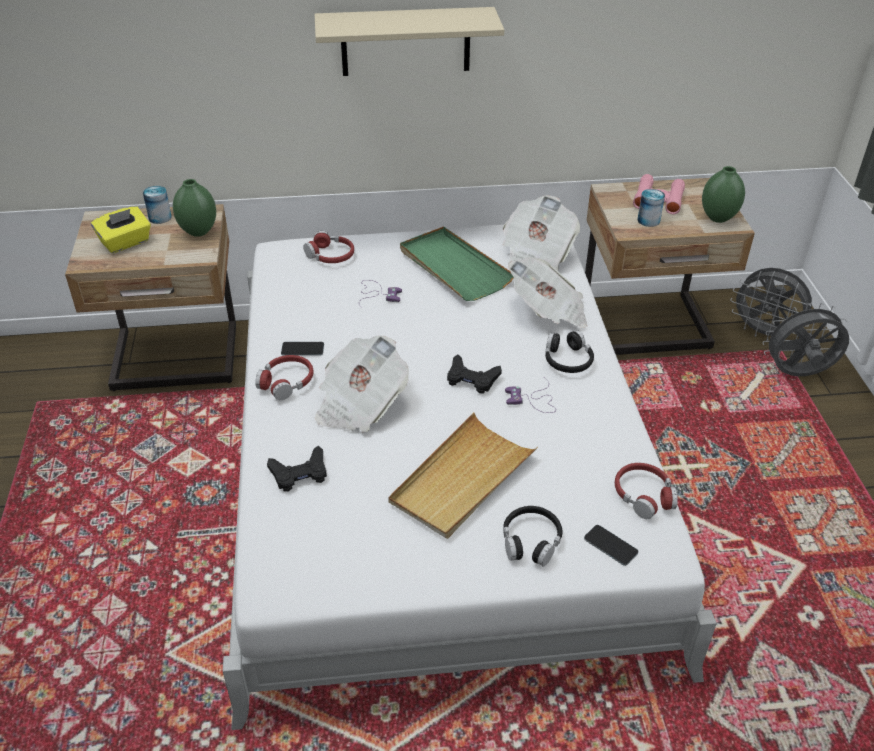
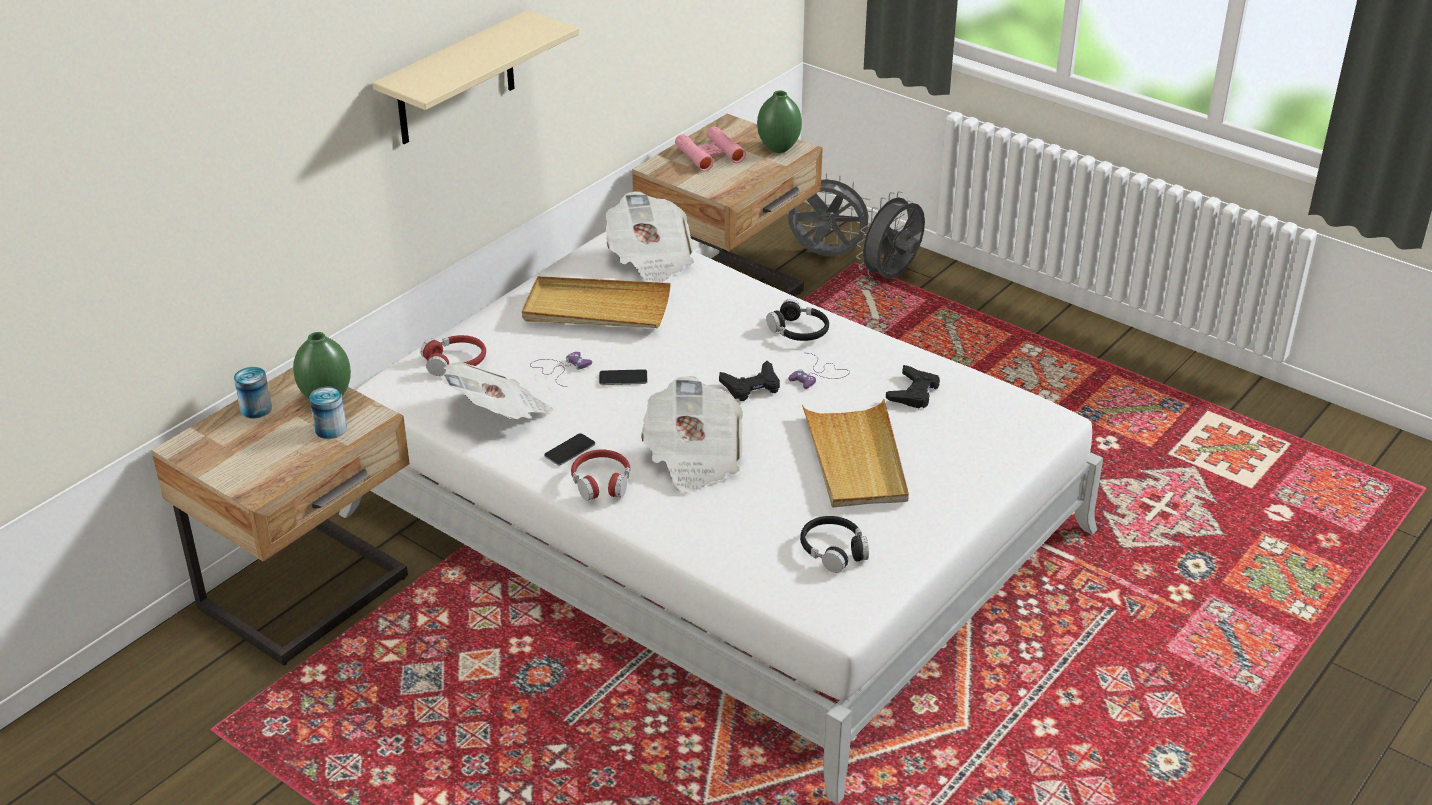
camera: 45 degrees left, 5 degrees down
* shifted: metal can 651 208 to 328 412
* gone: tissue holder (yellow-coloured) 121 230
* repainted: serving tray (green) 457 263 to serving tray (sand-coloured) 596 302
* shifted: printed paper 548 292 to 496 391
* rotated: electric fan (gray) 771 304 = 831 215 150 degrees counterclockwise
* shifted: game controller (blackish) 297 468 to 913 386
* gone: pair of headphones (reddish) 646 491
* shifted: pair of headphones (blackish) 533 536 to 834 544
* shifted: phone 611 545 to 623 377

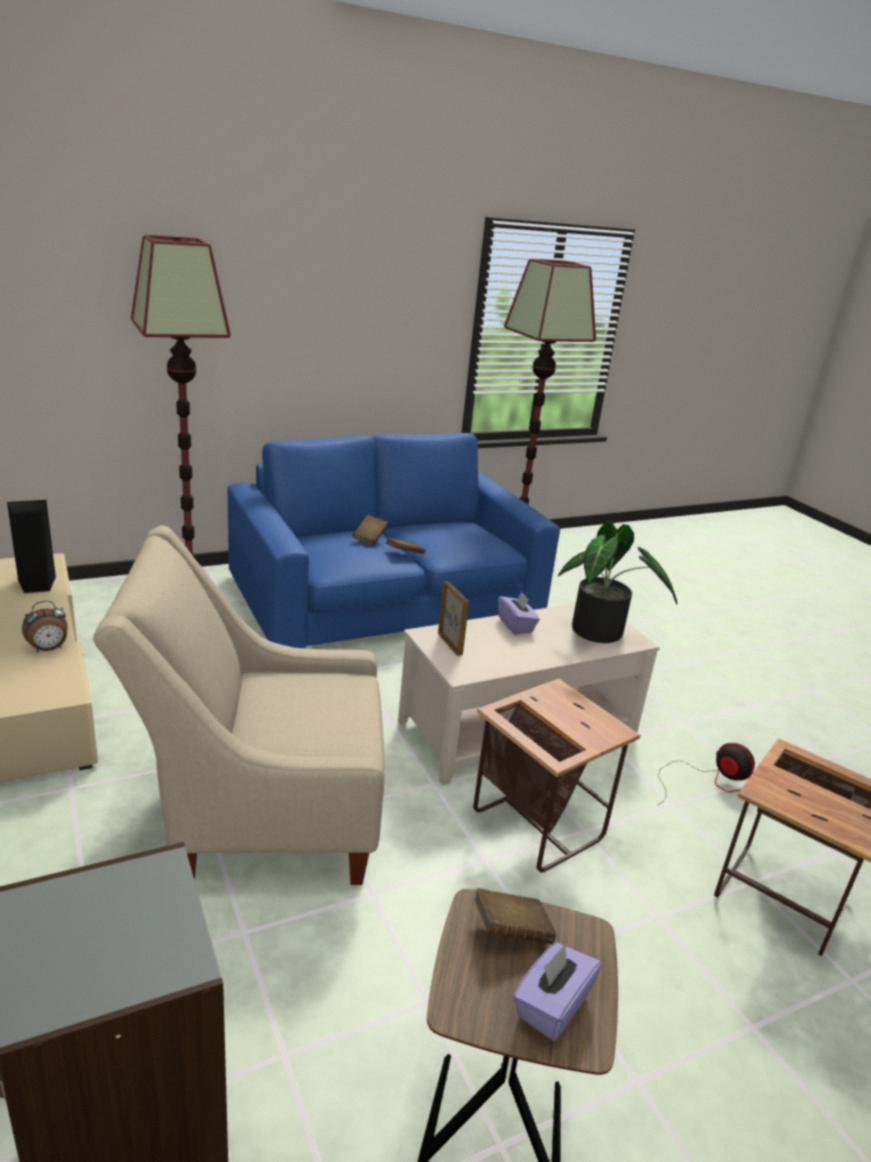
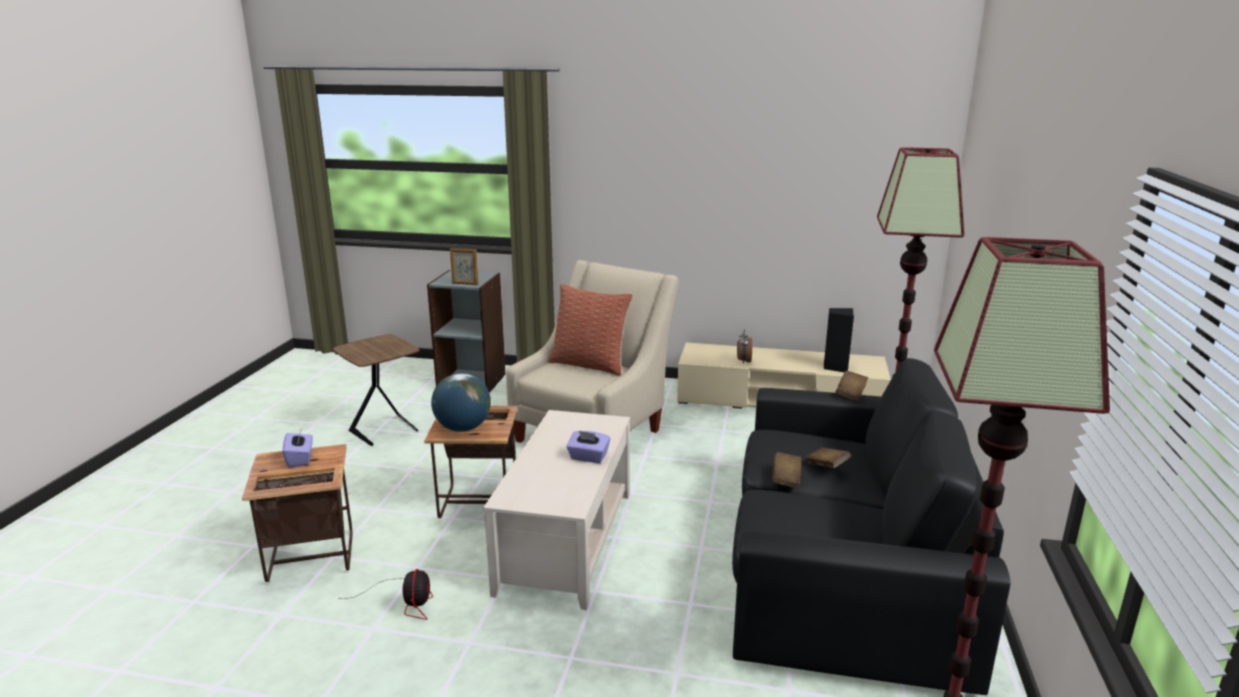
camera: 130 degrees right, 5 degrees down
* repainted: couch (bluish) 394 540 to couch (blackish) 871 526
* gone: potted plant 617 582
* shifted: standing frame 453 618 to 464 266
* rotated: electric fan 706 774 = 387 594 90 degrees counterclockwise
* shifted: book (brown) 514 916 to 852 386
* shifted: tissue holder (purple-coloured) 557 992 to 297 447
* new: cushion 590 330
* new: desk globe 461 402

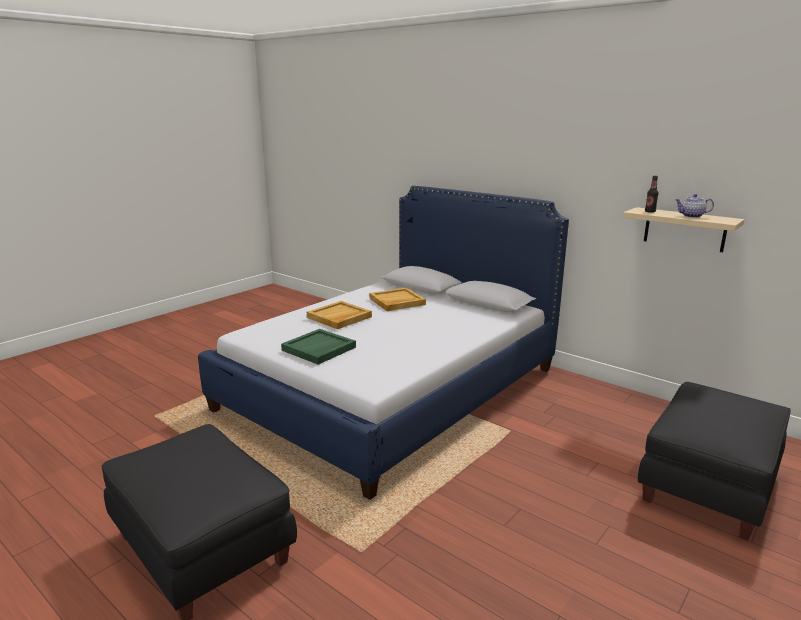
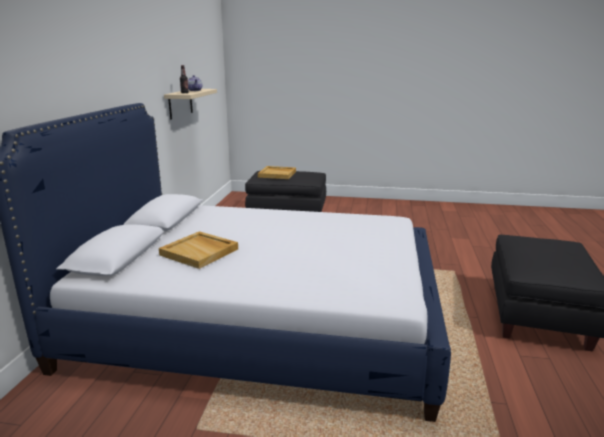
camera: 120 degrees left, 0 degrees up
* shifted: serving tray (sand-coloured) 339 315 to 277 172
* gone: serving tray (green) 318 347

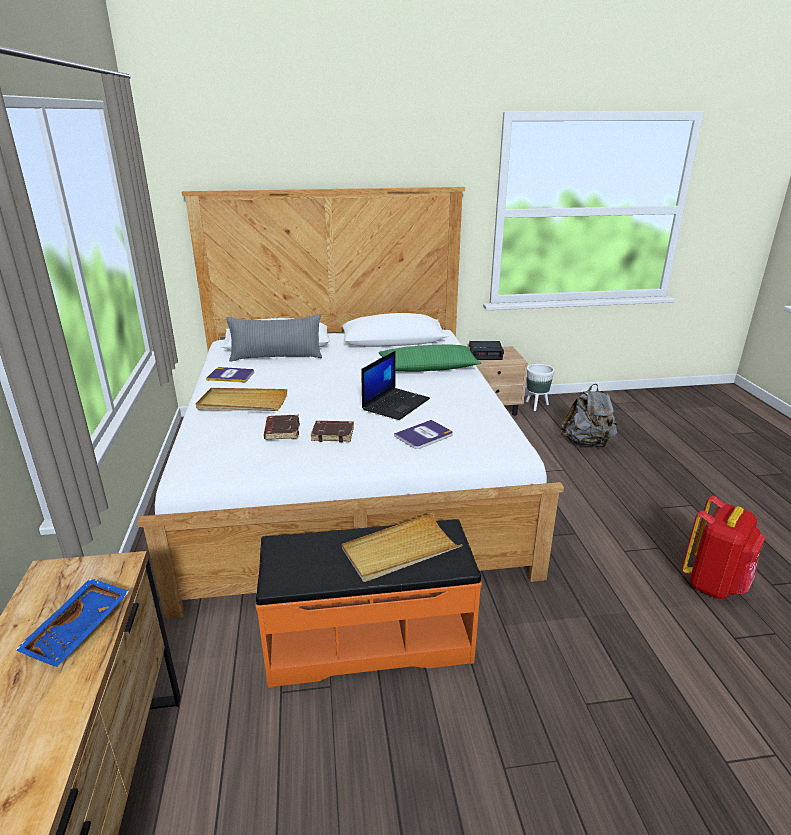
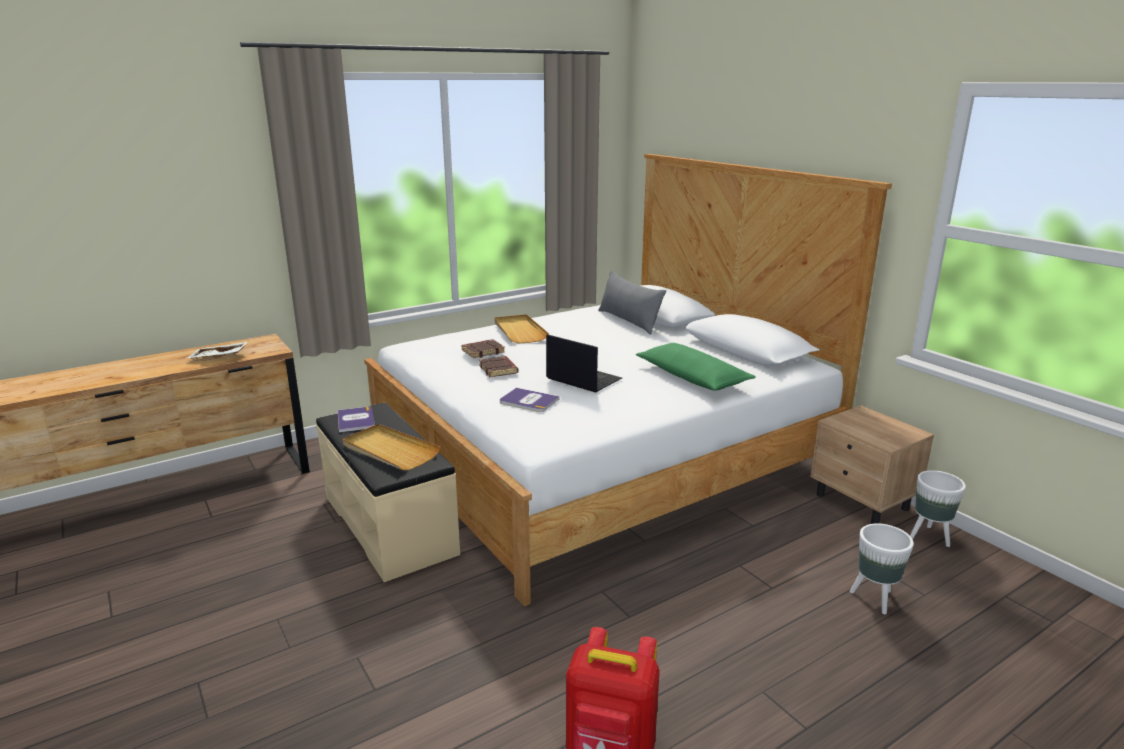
camera: 65 degrees right, 5 degrees down
* gone: bedside clock 486 350
* rotated: portable computer 395 385 = 584 363 150 degrees counterclockwise
* shifted: book 230 375 to 356 420
* swapped: backpack (gray) 589 416 to planter (whitish) 882 568
* repainted: indoor bench (orange-coloured) 369 603 to indoor bench (sand-coloured) 388 492
* repainted: serving tray (bluish) 72 622 to serving tray (whitish) 217 350

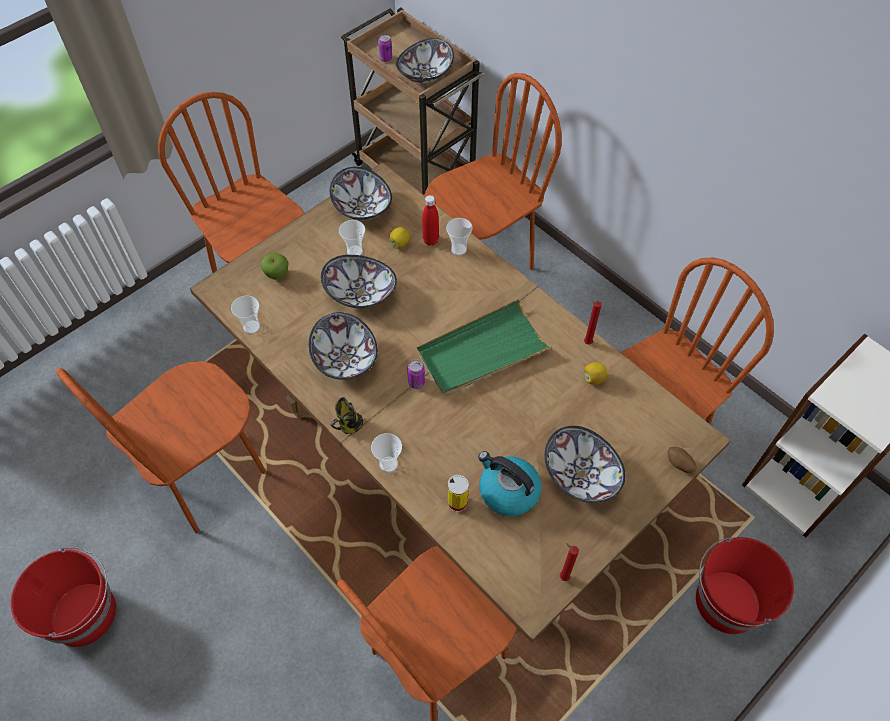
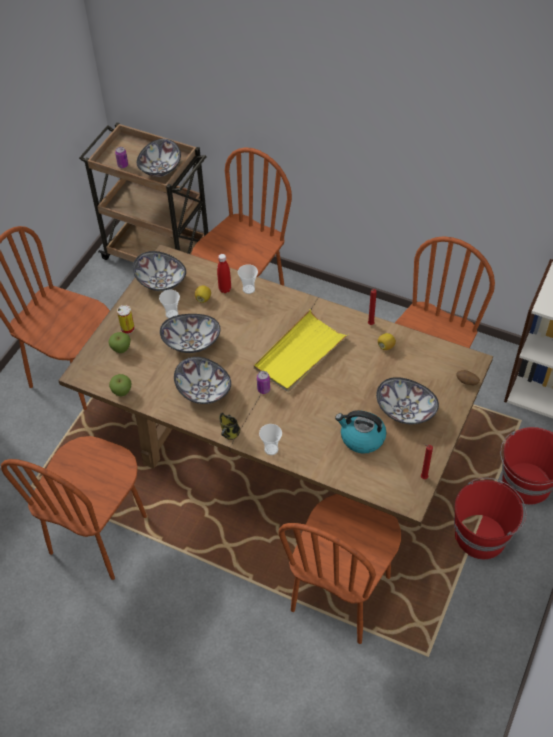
camera: 20 degrees left, 5 degrees down
* swapped: small cup 245 314 to apple 120 385
* repainted: serving tray (green) 484 347 to serving tray (yellow-coloured) 301 350
* shifted: metal can 458 493 to 126 320
* shifted: bucket (reddish) 63 597 to 490 518

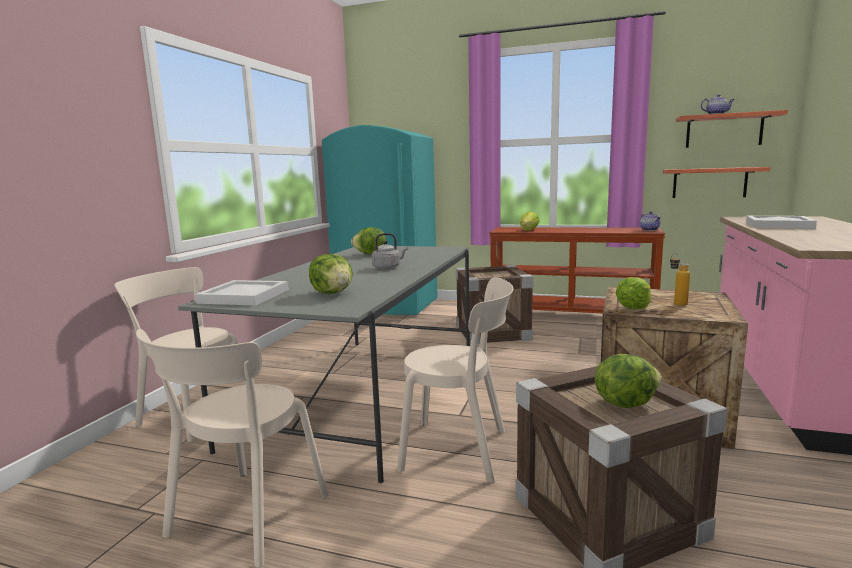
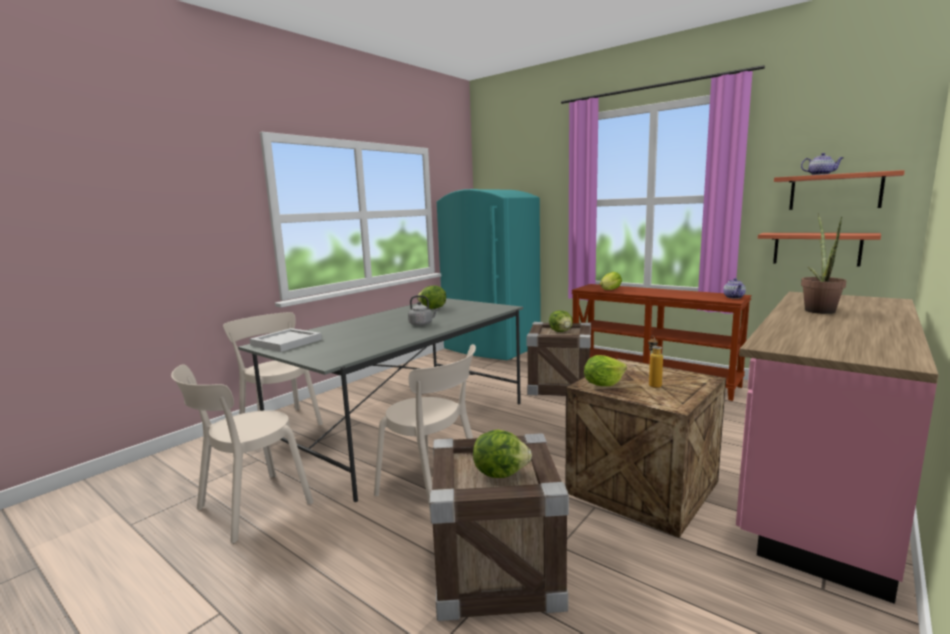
camera: 20 degrees right, 0 degrees up
* swapped: serving tray (whitish) 781 222 to potted plant 823 263
* shifted: lettuce head 331 274 to 561 321

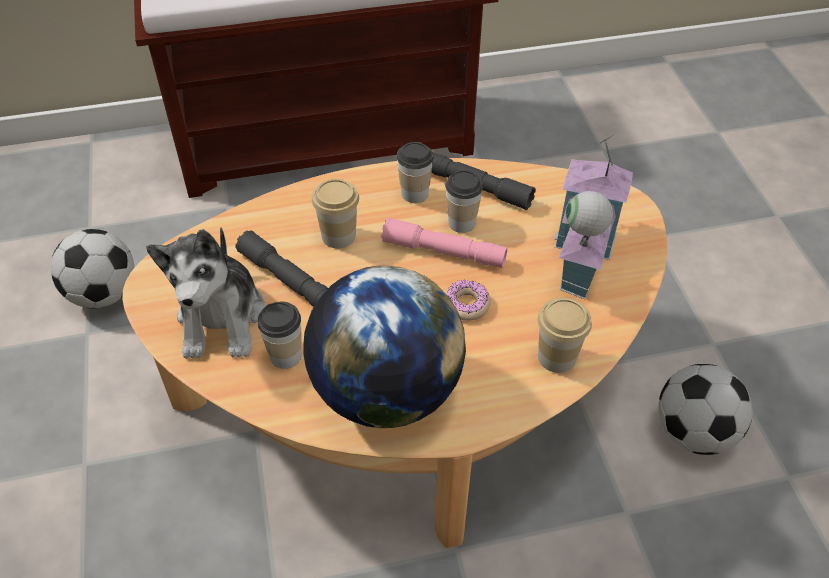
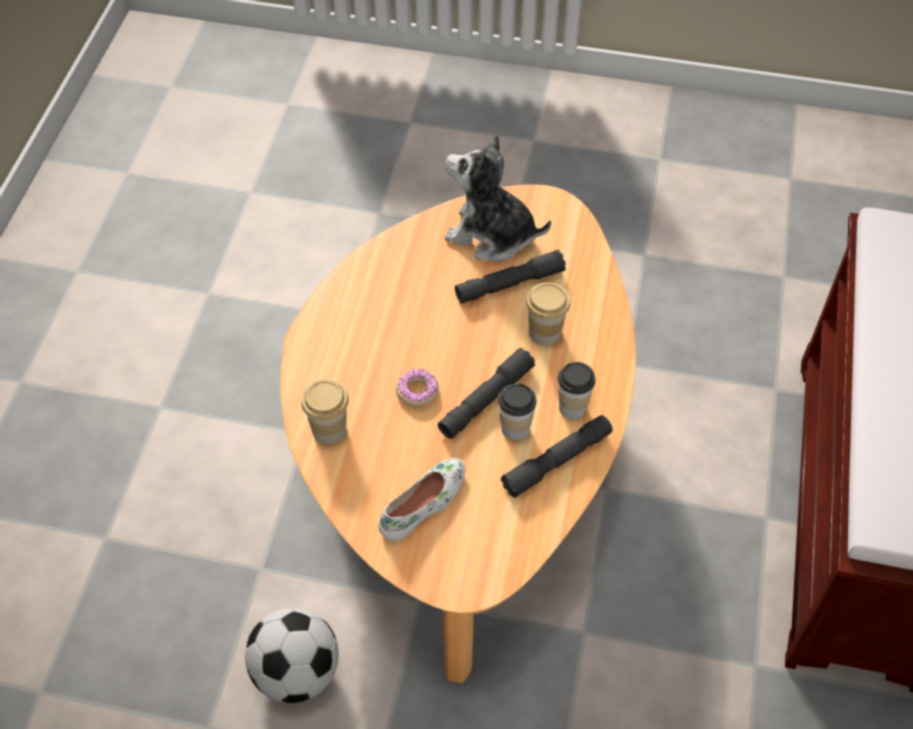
camera: 115 degrees right, 5 degrees up
* swapped: model house 593 217 to shoe (whitish) 422 499
* repainted: torch (pink) 444 242 to torch (gray) 486 393
* gone: football 93 268
* gone: desk globe 384 346
* gone: small cup 279 335

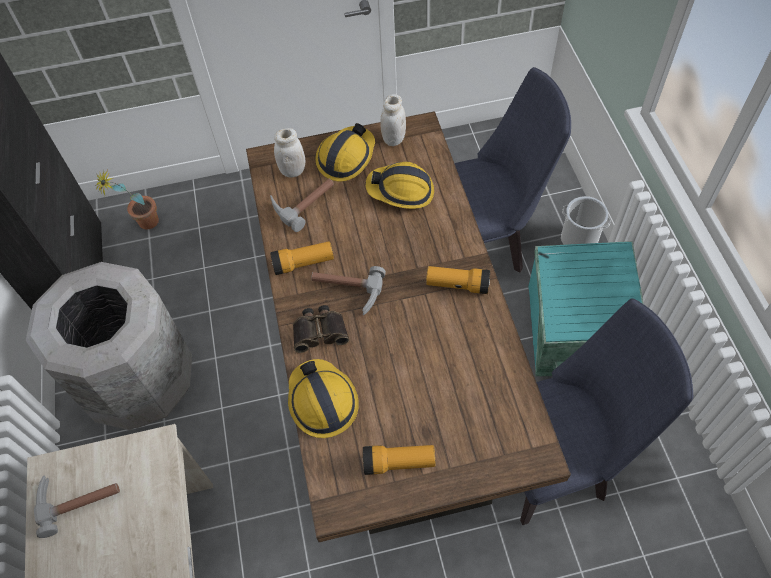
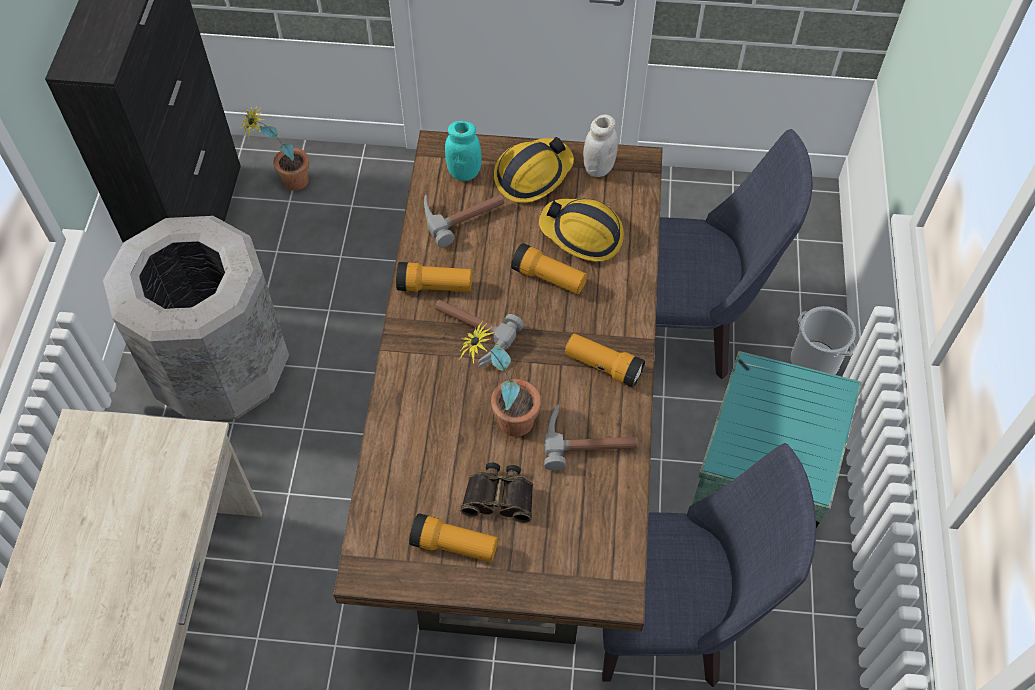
camera: 15 degrees right, 0 degrees up
* repainted: jar (whitish) 290 153 to jar (turquoise) 463 151
* shifted: binoculars 321 329 to 497 492
* gone: hard hat 323 398
* shifted: hand hammer 77 507 to 590 437
* new: torch 549 268
* new: potted plant 500 378

